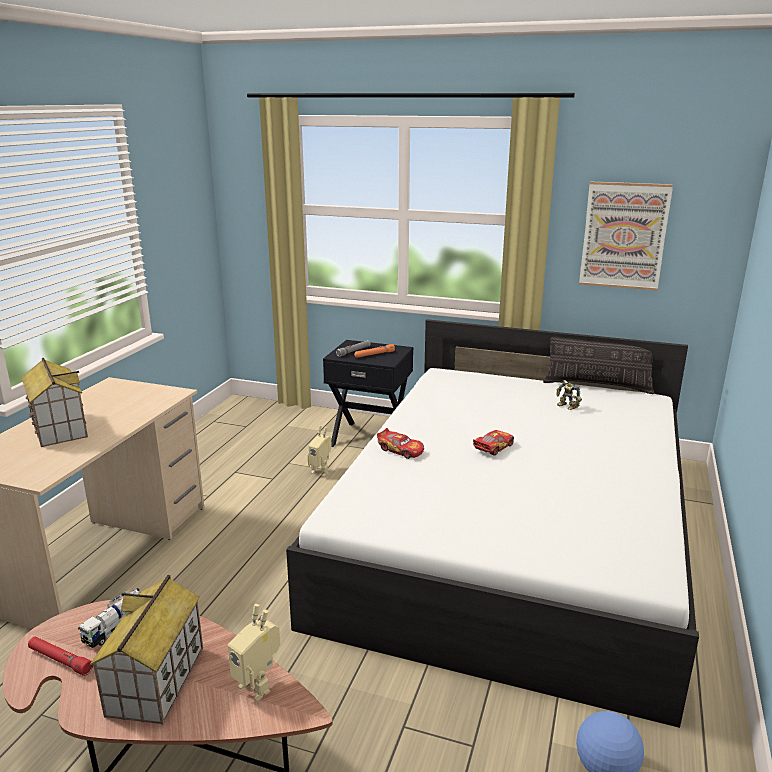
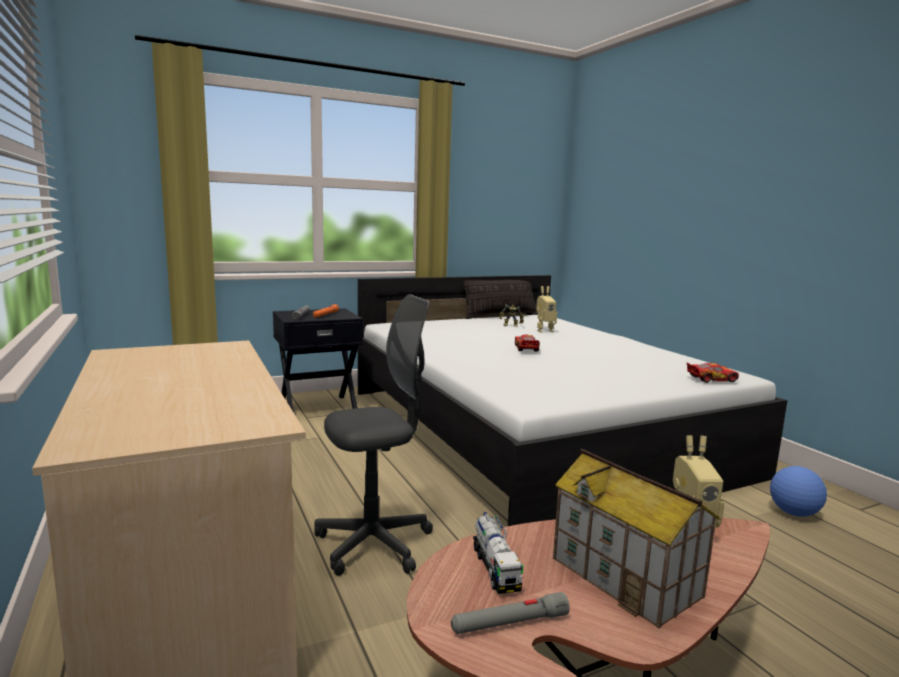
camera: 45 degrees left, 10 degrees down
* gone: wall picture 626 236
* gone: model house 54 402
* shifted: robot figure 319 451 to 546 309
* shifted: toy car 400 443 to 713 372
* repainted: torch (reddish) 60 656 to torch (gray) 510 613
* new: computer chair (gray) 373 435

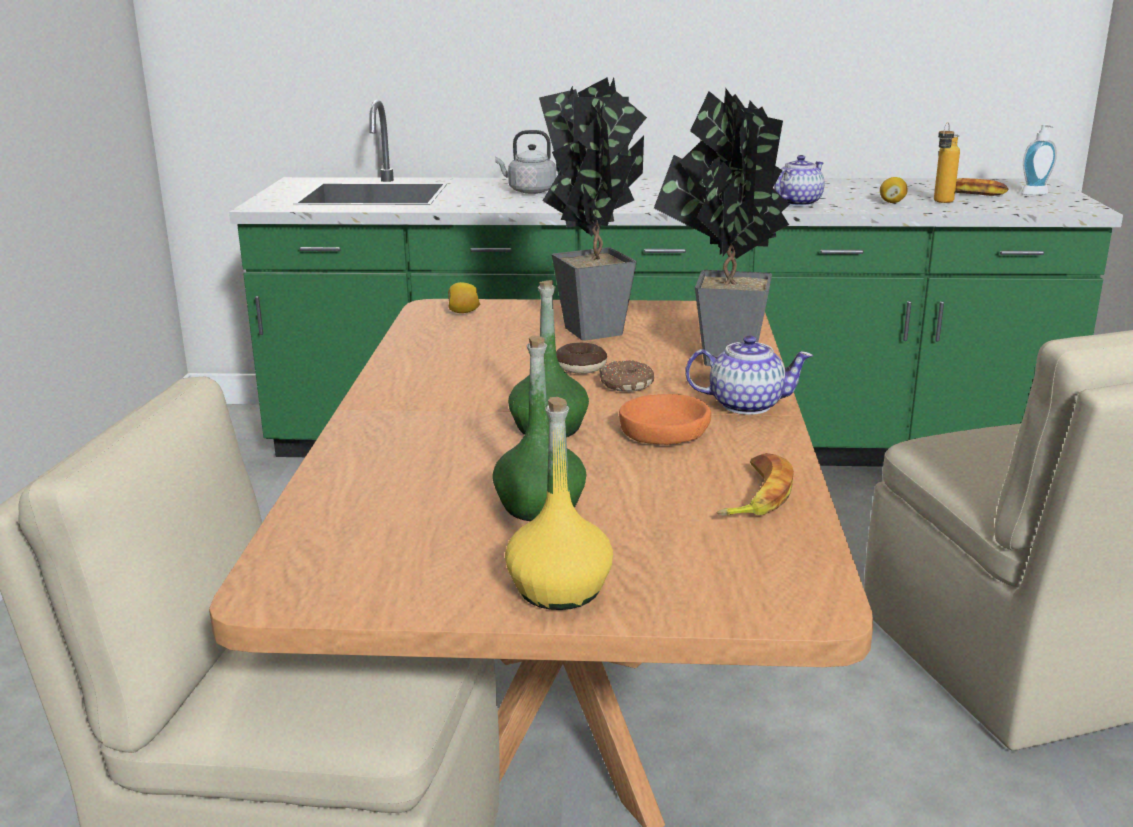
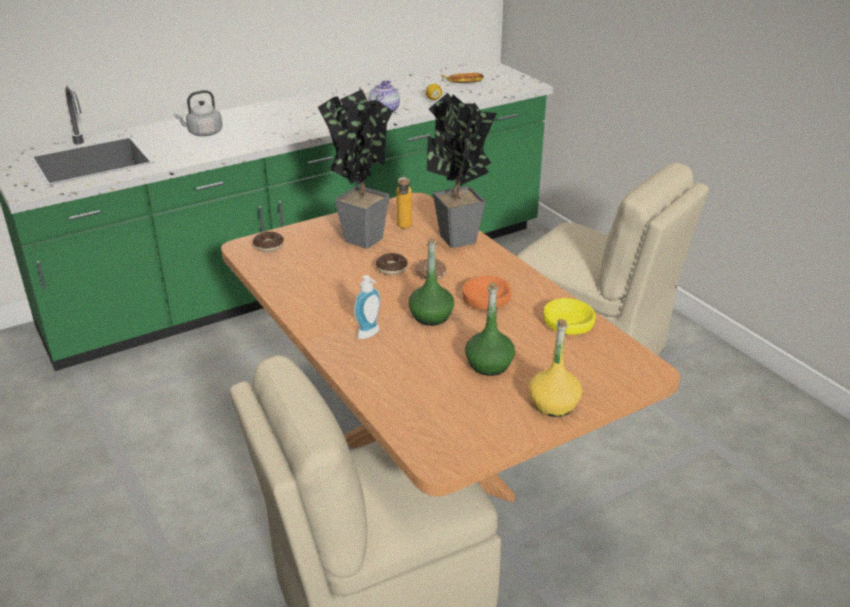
camera: 35 degrees left, 10 degrees up
* shifted: drink bottle 947 162 to 404 201
* shifted: soap dispenser 1039 159 to 367 307
* swapped: lemon 464 297 to doughnut 268 241
* gone: teapot 749 375
* swapped: whole banana 755 484 to serving bowl (yellow-coloured) 569 316

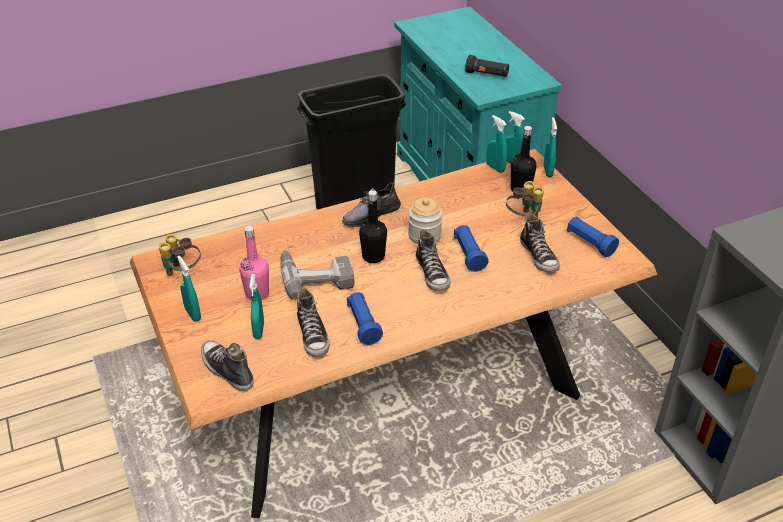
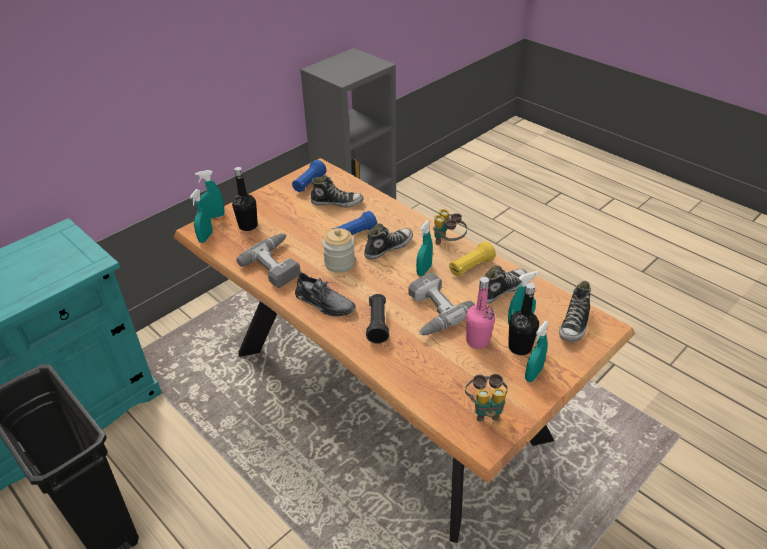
camera: 110 degrees left, 0 degrees up
* shifted: torch (blackish) 487 66 to 377 319
* shifted: sprayer (turquoise) 497 144 to 424 248
* shifted: binoculars 525 199 to 450 227
* shifted: drink bottle (blackish) 373 226 to 523 319
* rotated: shoe 540 243 = 337 191 45 degrees clockwise
* repainted: torch (bluish) 365 318 to torch (yellow-coloured) 472 258
* new: drill 268 261

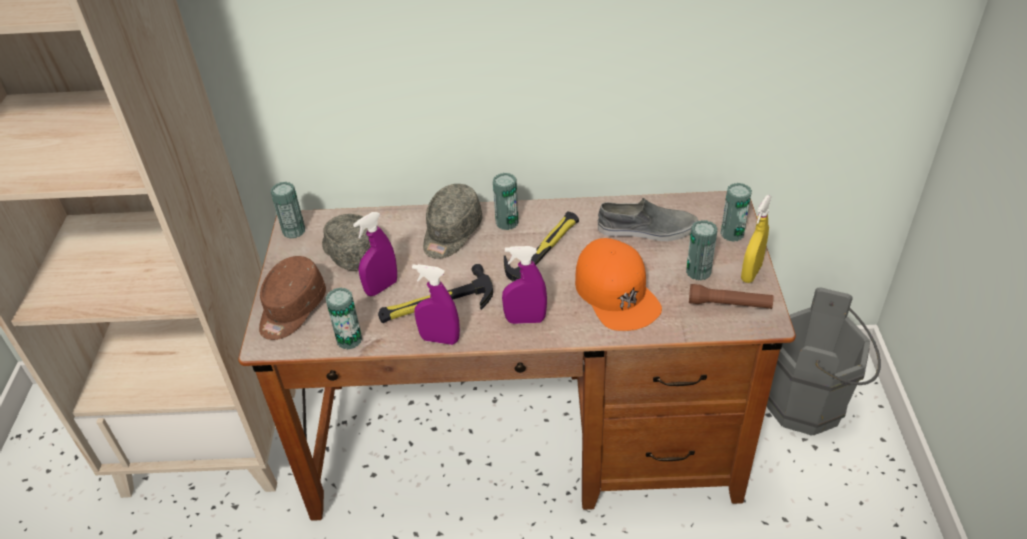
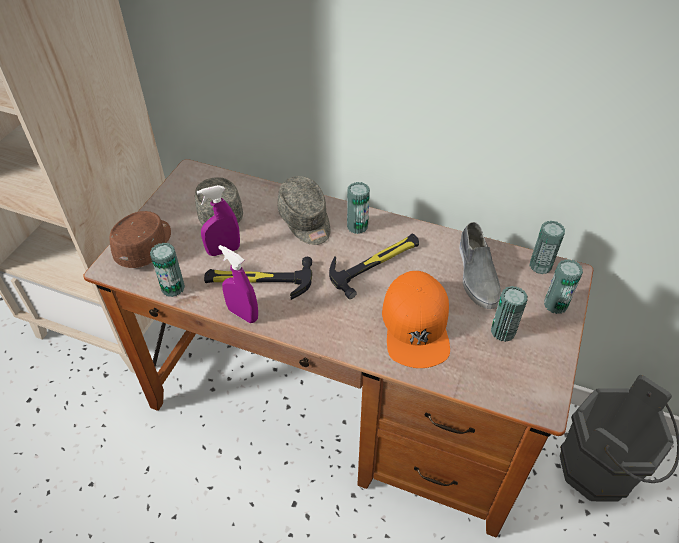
camera: 20 degrees right, 5 degrees up
* shifted: metal can 288 210 to 547 247
* rotated: peaked cap (gray) 452 221 = 303 210 75 degrees counterclockwise
* gone: sprayer (yellow-coloured) 756 239
* rotated: shoe (gray) 648 219 = 480 265 60 degrees clockwise
* gone: sprayer (purple-coloured) 524 285
* rotated: peaked cap (brown) 292 298 = 140 239 150 degrees clockwise
* gone: torch (brown) 731 296

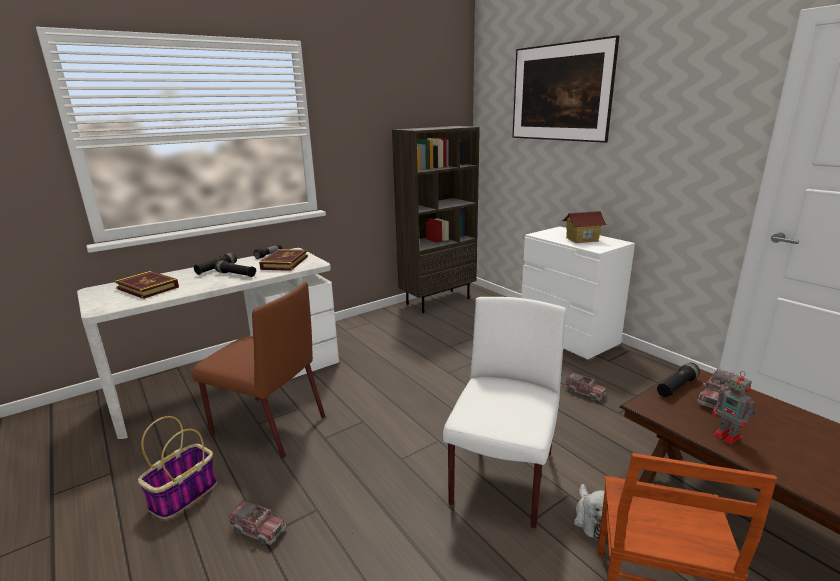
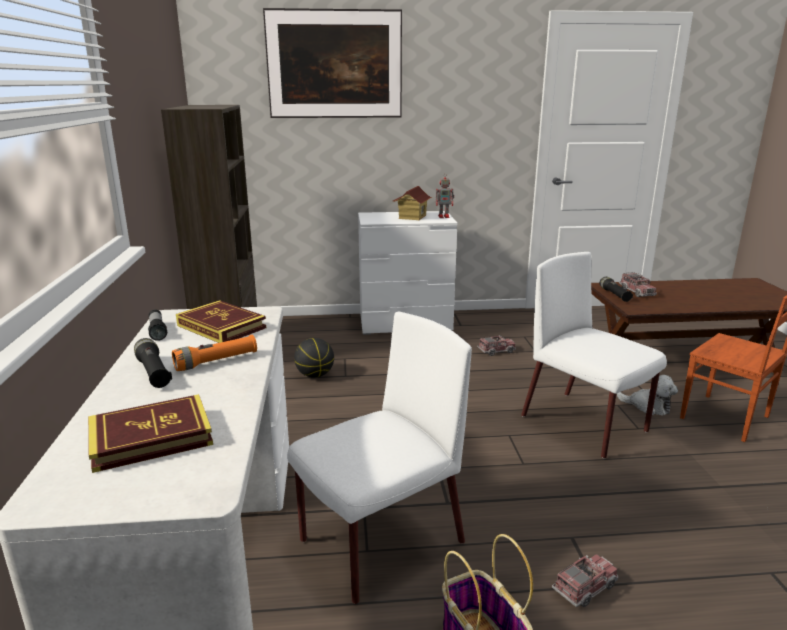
camera: 60 degrees left, 0 degrees up
* repainted: torch (blackish) 235 269 to torch (orange-coloured) 214 353
* repainted: chair (brown) 258 370 to chair (whitish) 379 458
* shifted: robot figure 734 407 to 445 195
* new: ball for basketball 314 358

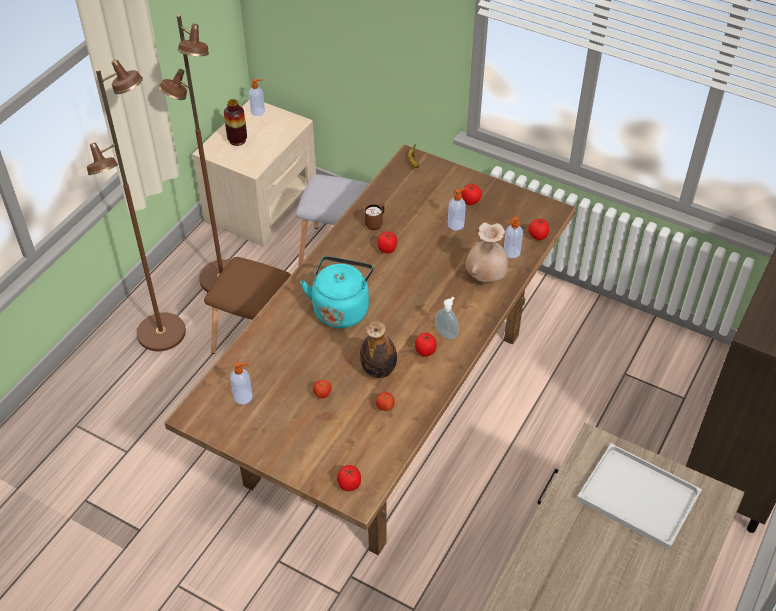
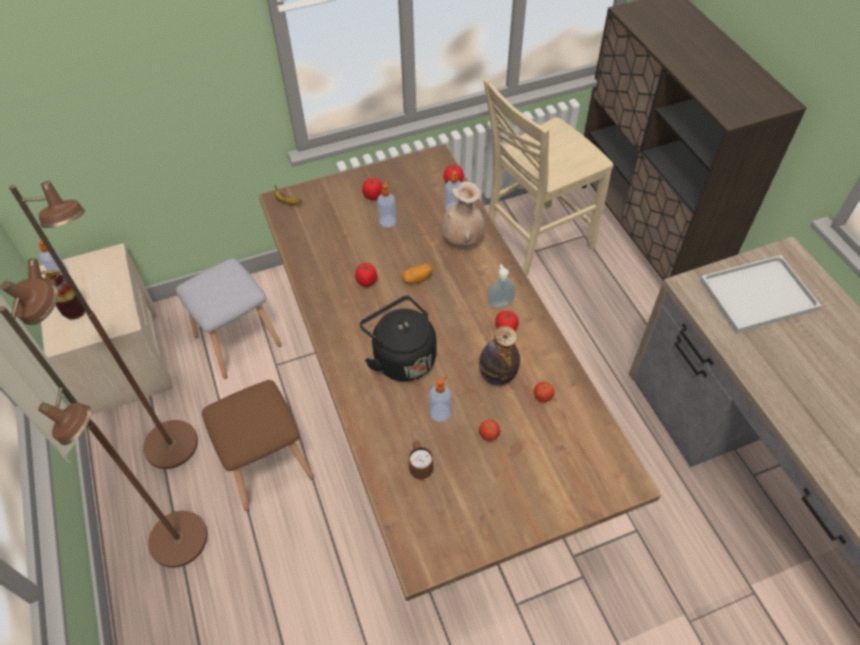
camera: 50 degrees left, 5 degrees up
* shifted: mug (brown) 374 216 to 420 459
* repainted: tea kettle (turquoise) 336 292 to tea kettle (blackish) 398 338
* shifted: soap dispenser 241 383 to 440 397
* gone: whole tomato 349 478
* new: chair (sand-coloured) 549 177
* new: whole potato 417 274

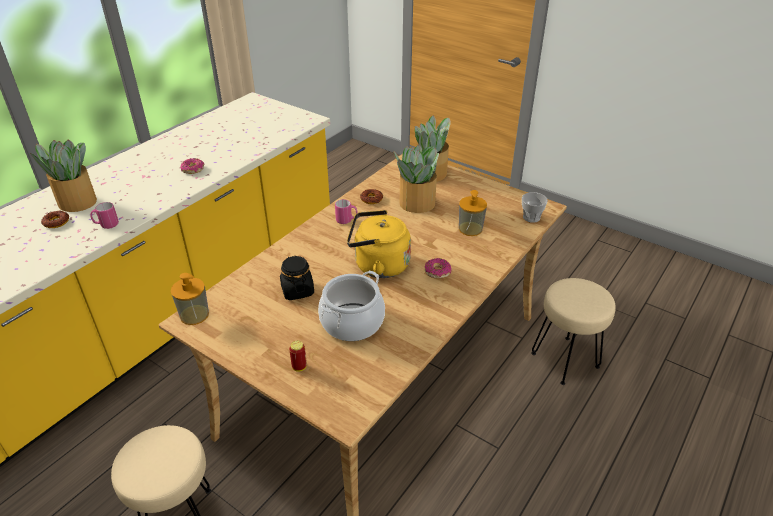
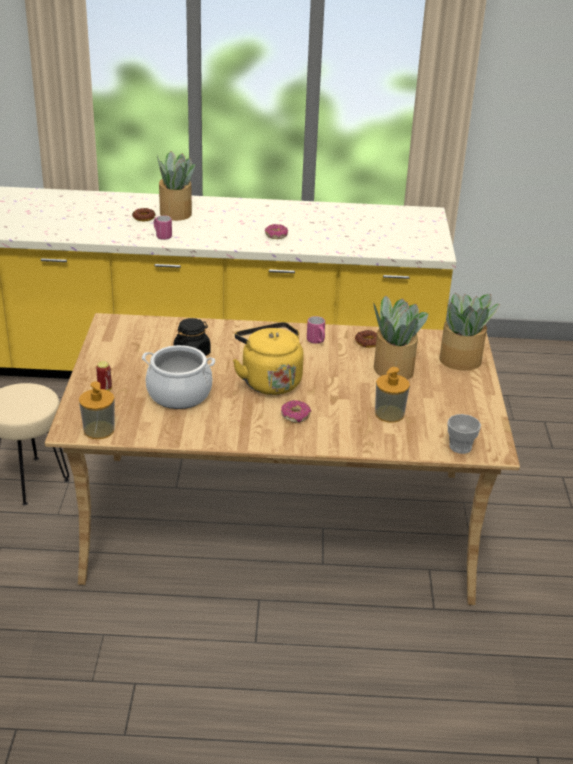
camera: 55 degrees right, 5 degrees down
* shifted: soap dispenser 190 299 to 96 410
* gone: stool seat (sand-coloured) 573 331

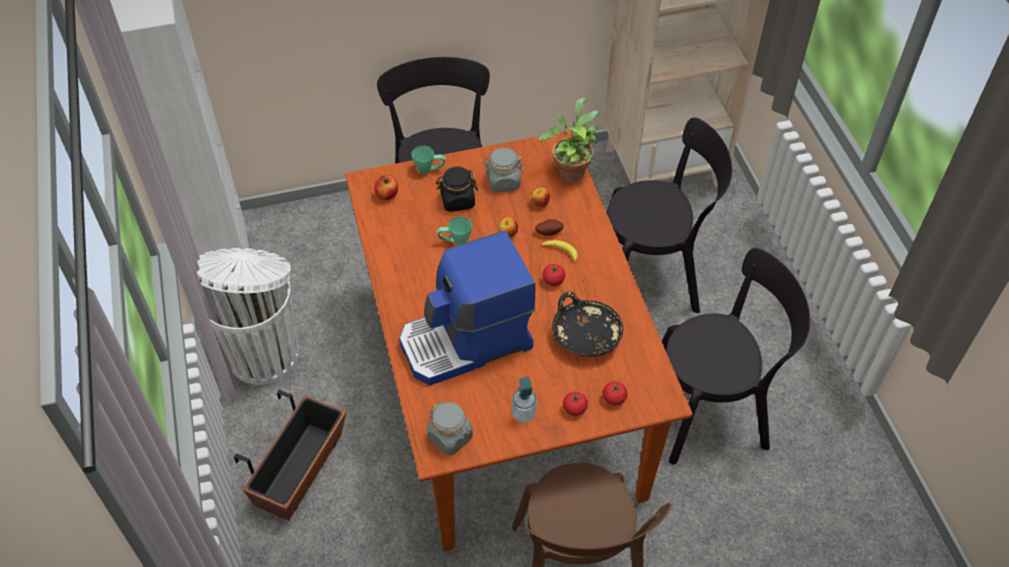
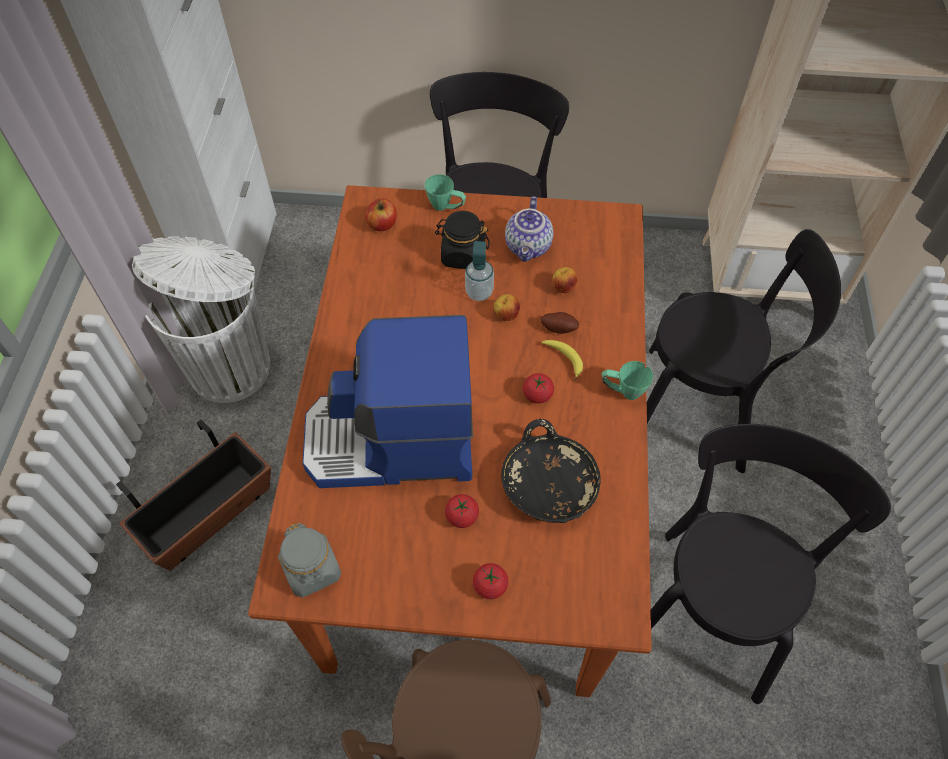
camera: 20 degrees right, 5 degrees up
* gone: potted plant 568 139
* swapped: jar (gray) 503 170 to teapot 529 229
* shifted: mug (green) 454 230 to 627 380
* rotated: chair (blackish) 736 356 = 771 564 75 degrees counterclockwise
* shifted: soap dispenser 524 400 to 479 271
* shifted: whole tomato 614 393 to 462 511

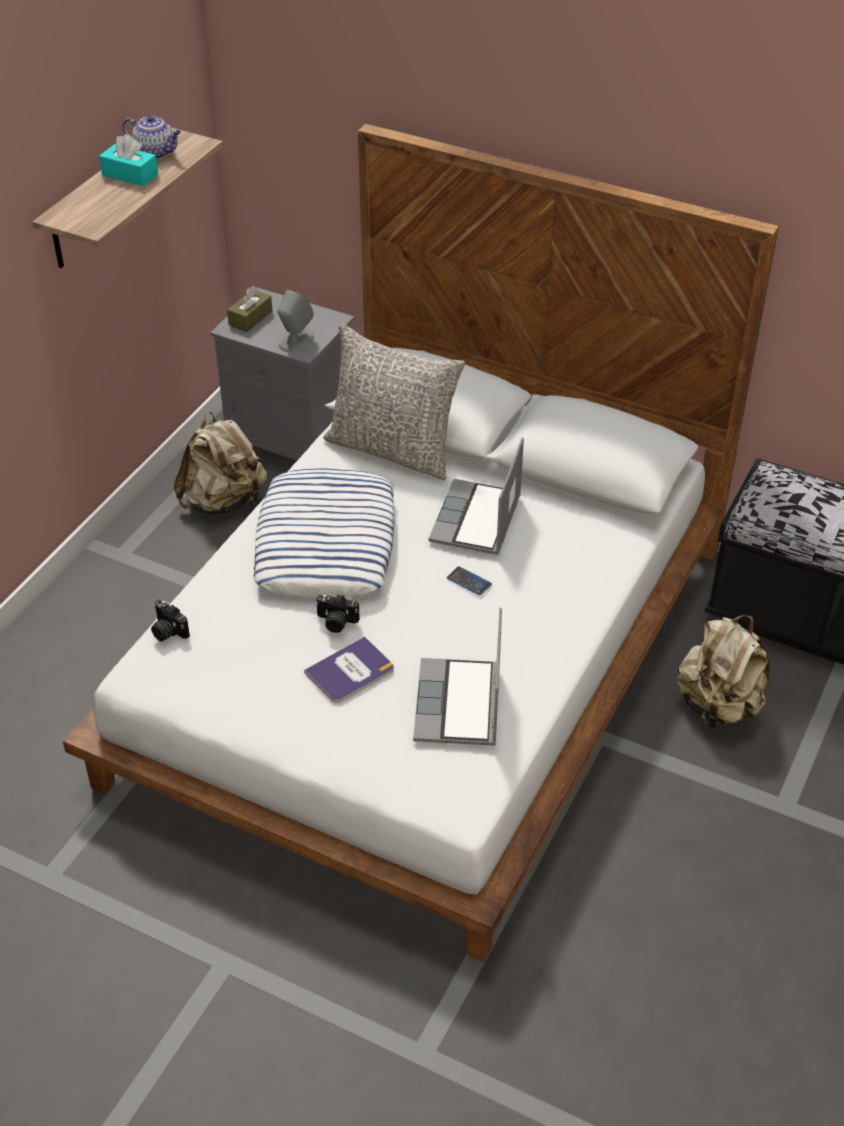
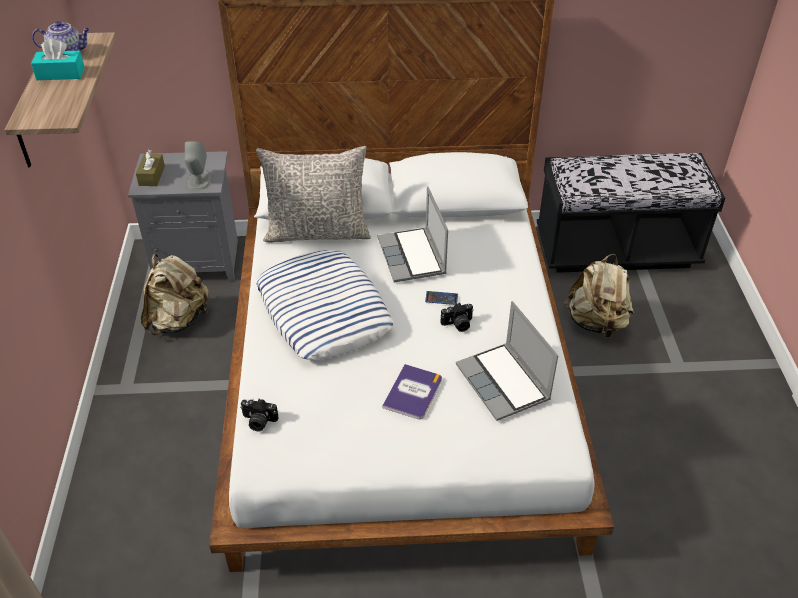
camera: 30 degrees left, 0 degrees up
* shifted: photo camera 337 613 to 457 317

